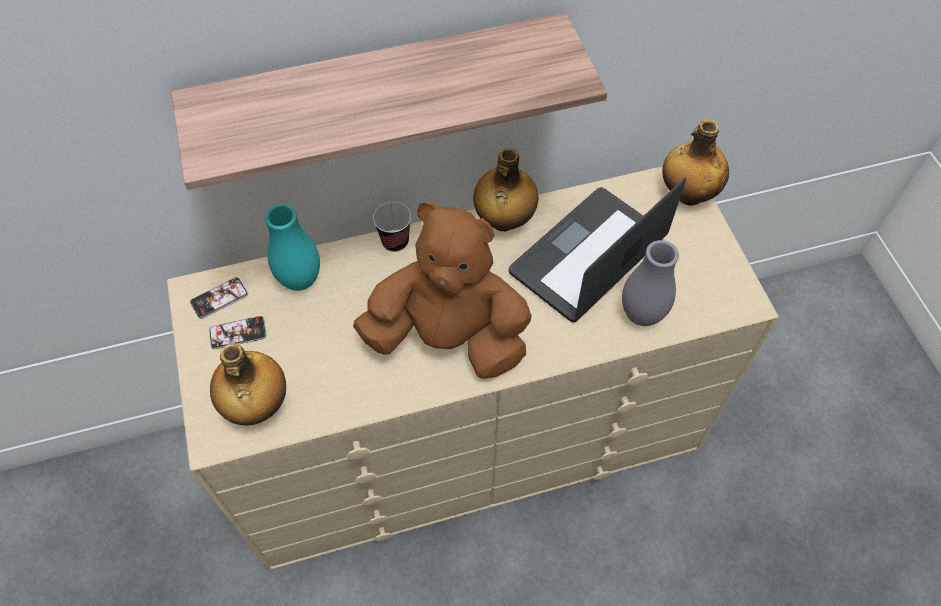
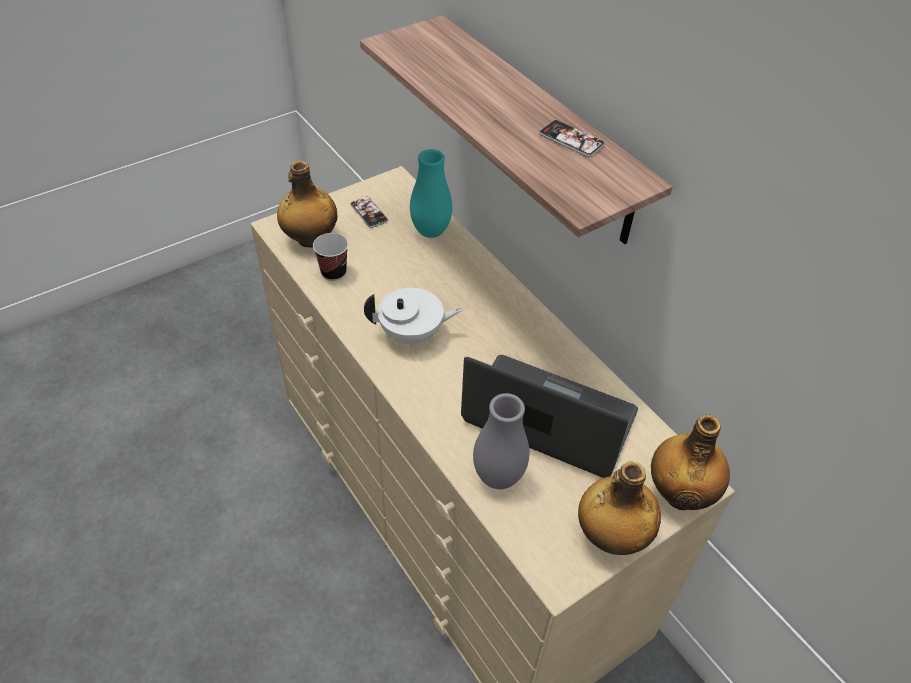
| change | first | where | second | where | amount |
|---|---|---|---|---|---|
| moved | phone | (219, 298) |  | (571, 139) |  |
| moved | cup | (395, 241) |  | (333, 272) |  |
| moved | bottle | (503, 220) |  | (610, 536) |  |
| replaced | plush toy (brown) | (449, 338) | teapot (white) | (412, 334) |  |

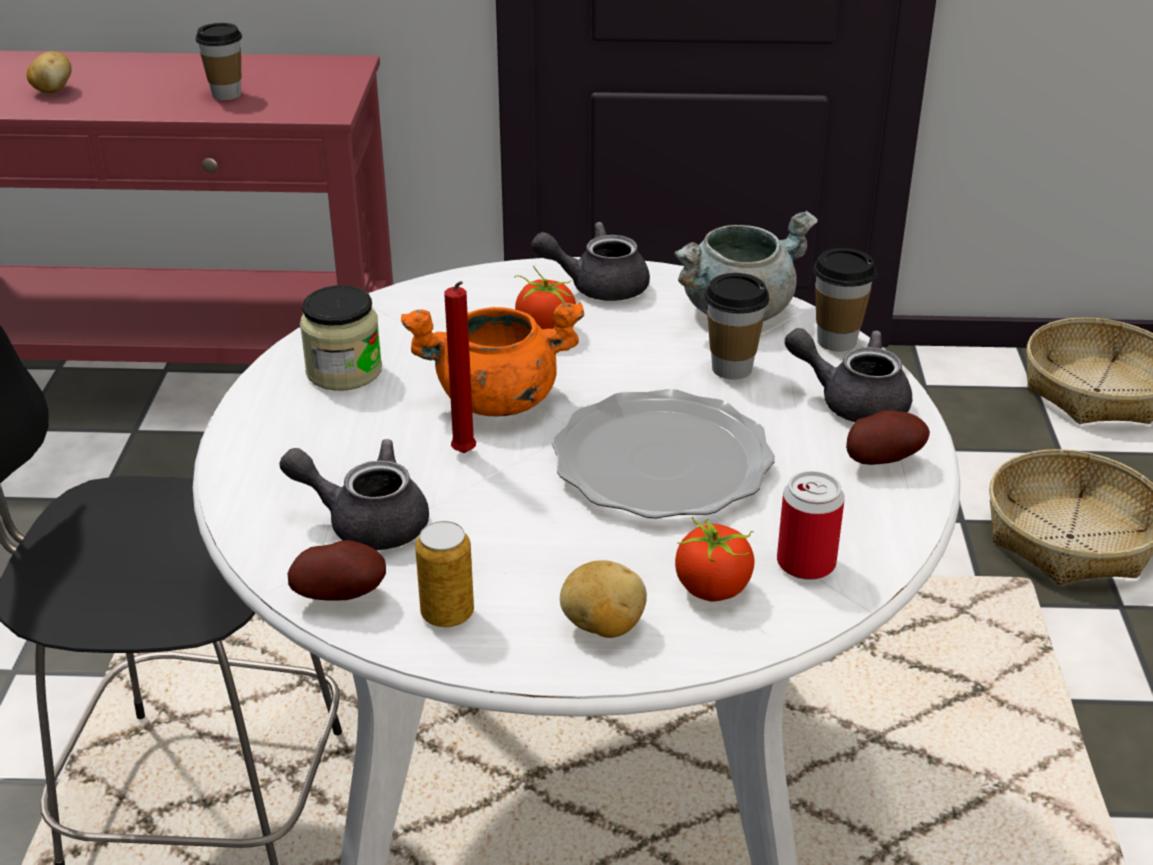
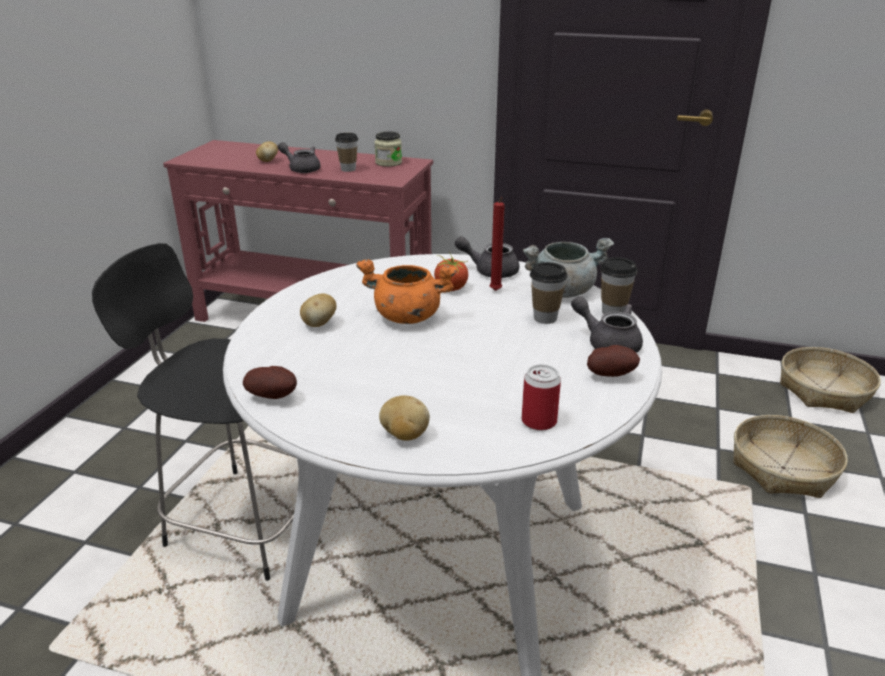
| change | first | where | second | where | amount |
|---|---|---|---|---|---|
| removed | can | (447, 614) |  |  |  |
| removed | plate | (663, 463) |  |  |  |
| removed | tomato | (713, 589) |  |  |  |
| added |  |  | potato | (319, 324) |  |
| moved | teapot (grey) | (366, 521) |  | (301, 169) |  |
| moved | jar | (344, 371) |  | (388, 163) |  |
| moved | candle (red) | (465, 455) |  | (495, 291) |  |

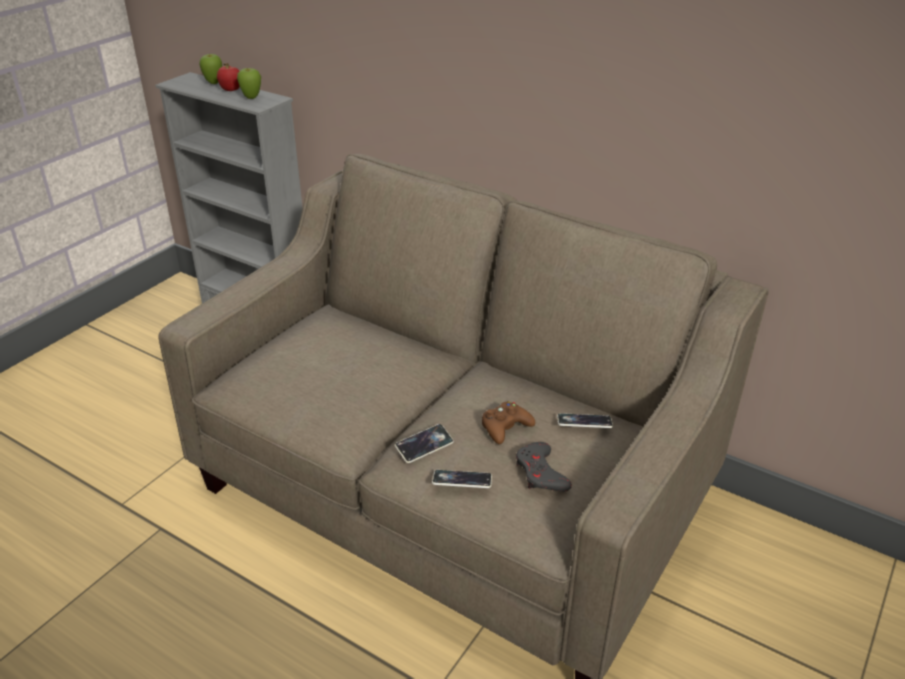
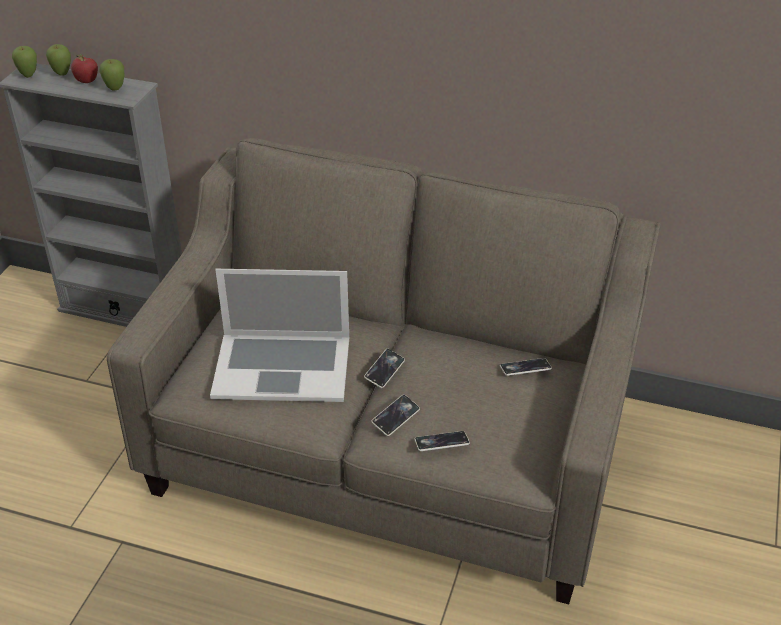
| change | first | where | second | where | amount |
|---|---|---|---|---|---|
| removed | game controller (brown) | (505, 427) |  |  |  |
| removed | game controller (grey) | (541, 473) |  |  |  |
| added |  |  | apple | (29, 75) |  |
| added |  |  | laptop | (282, 366) |  |
| added |  |  | phone | (384, 370) |  |

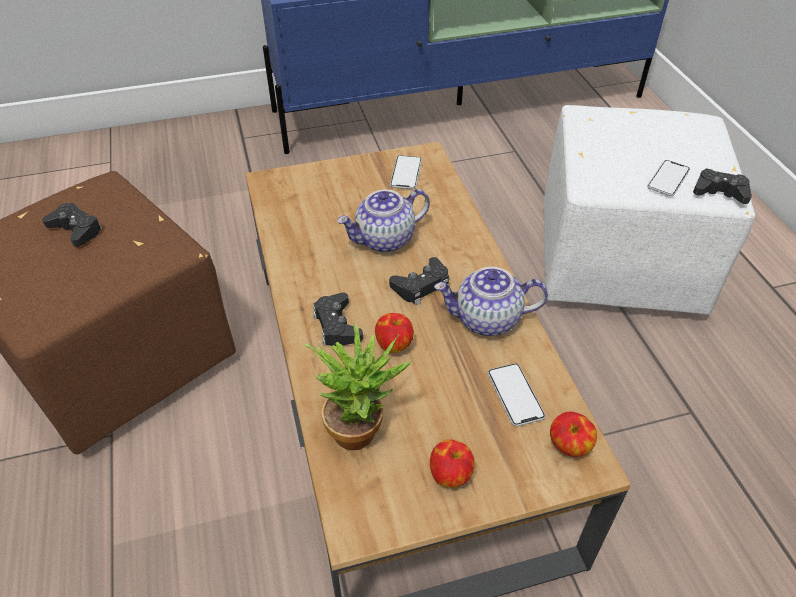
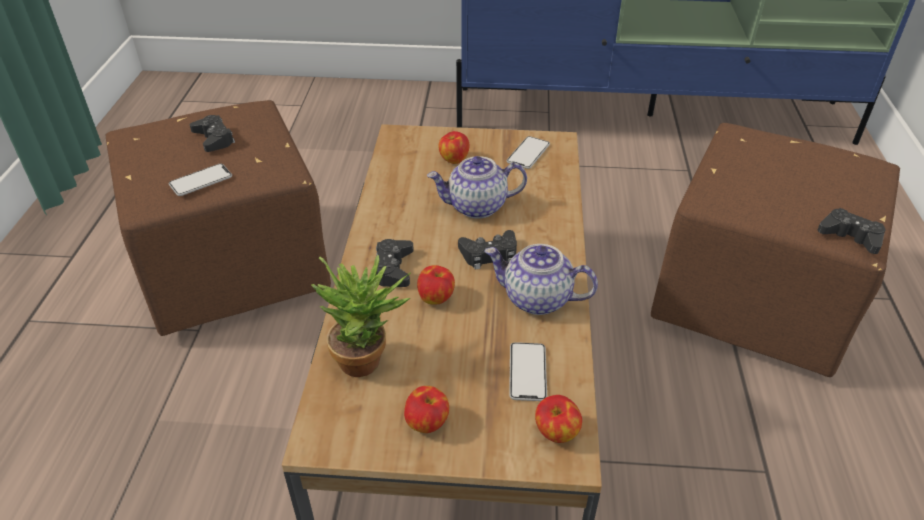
| change | first | where | second | where | amount |
|---|---|---|---|---|---|
| added |  |  | apple | (453, 159) |  |
| moved | phone | (668, 179) |  | (201, 181) |  |
| recoloured | ottoman (white) | (620, 262) | ottoman (brown) | (755, 302) |  |

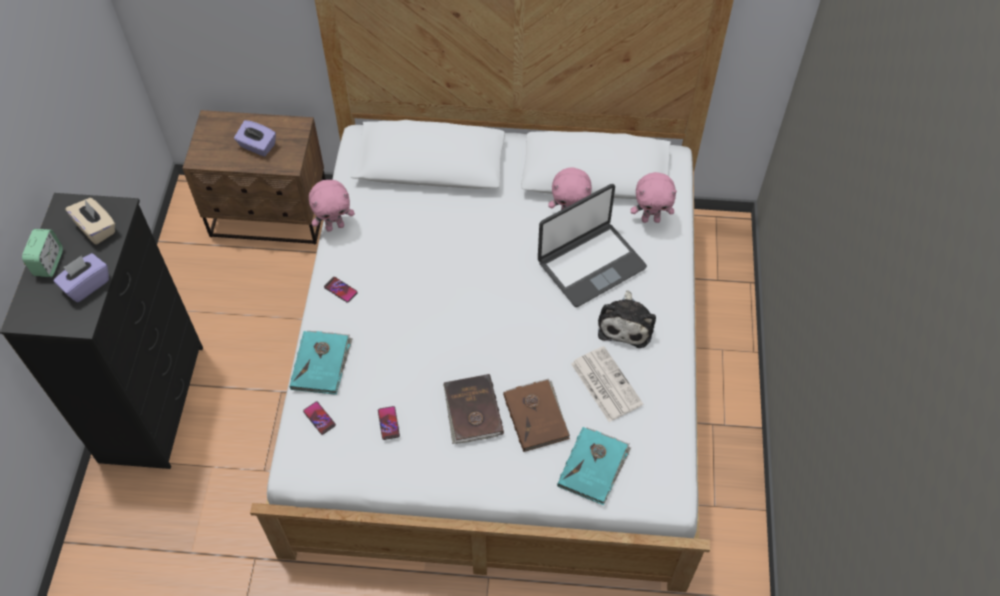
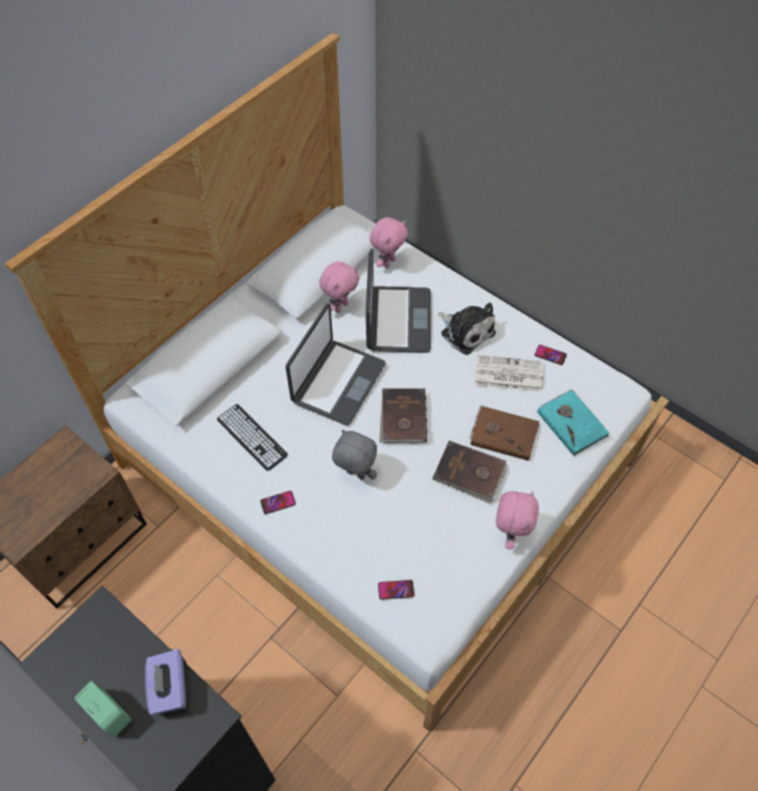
| change | first | where | second | where | amount |
|---|---|---|---|---|---|
| removed | tissue box (beige) | (96, 228) |  |  |  |
| removed | tissue box (purple) | (257, 146) |  |  |  |
| removed | book (turquoise) | (321, 363) |  |  |  |
| added |  |  | keyboard | (252, 437) |  |
| added |  |  | laptop | (337, 382) |  |
| added |  |  | plush toy (grey) | (355, 475) |  |
| added |  |  | book (brown) | (402, 418) |  |
| moved | plush toy (pink) | (335, 226) |  | (510, 533) |  |
| moved | phone | (388, 423) |  | (550, 355) |  |

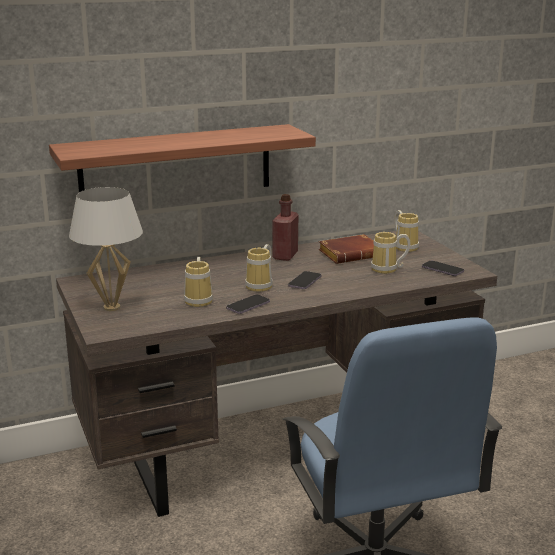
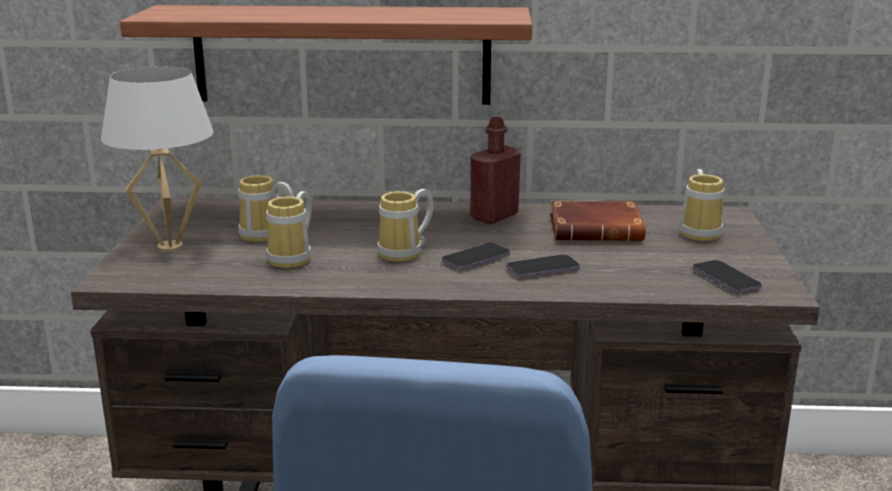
| change | first | where | second | where | amount |
|---|---|---|---|---|---|
| moved | phone | (248, 306) |  | (543, 269) |  |
| moved | mug | (388, 270) |  | (264, 237) |  |

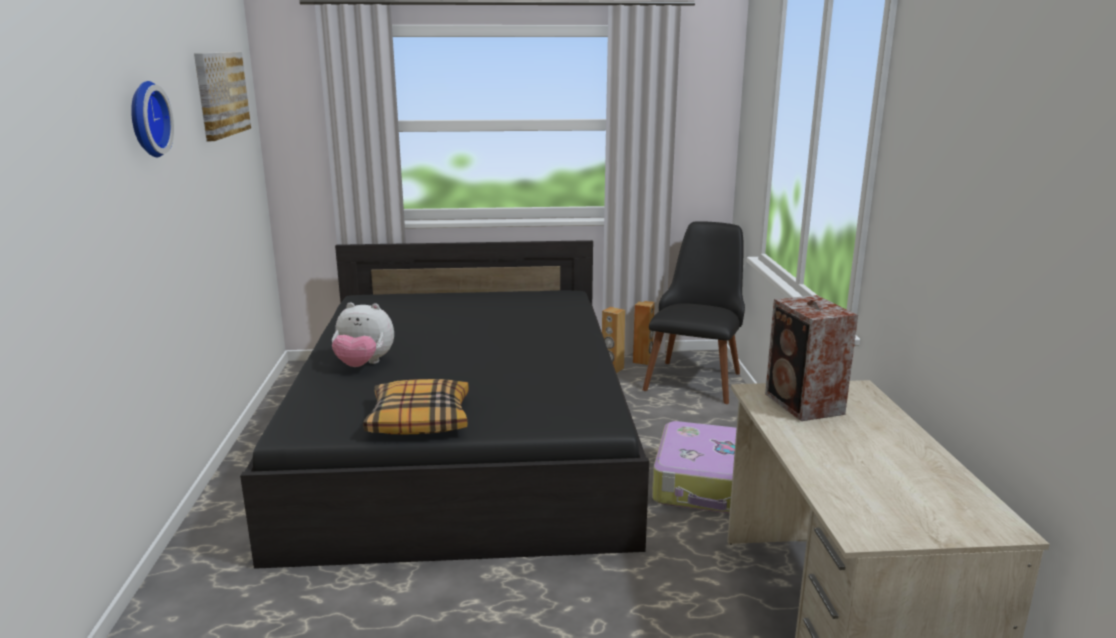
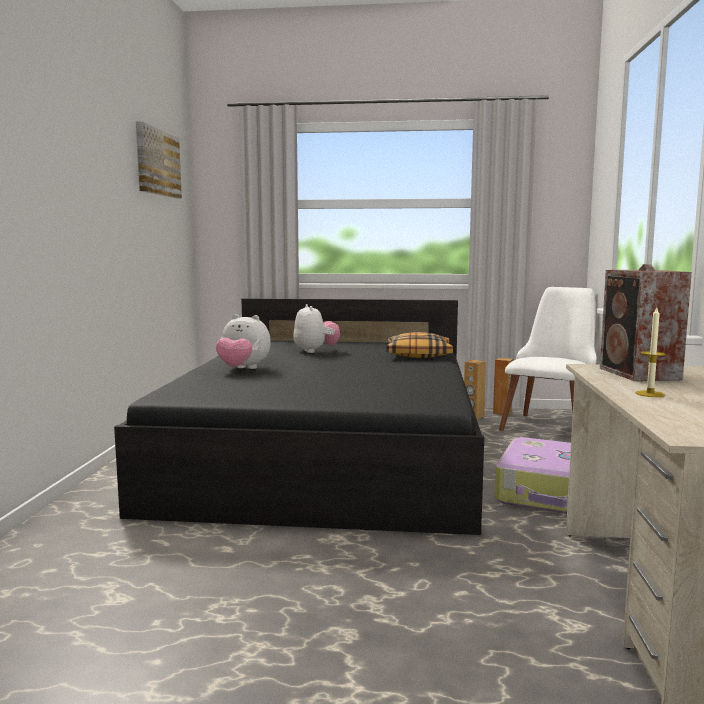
| change | first | where | second | where | amount |
|---|---|---|---|---|---|
| removed | wall clock | (145, 119) |  |  |  |
| added |  |  | plush toy | (315, 351) |  |
| added |  |  | candle | (650, 394) |  |
| moved | pillow | (420, 419) |  | (418, 355) |  |
| recoloured | chair (black) | (696, 376) | chair (white) | (551, 424) |  |

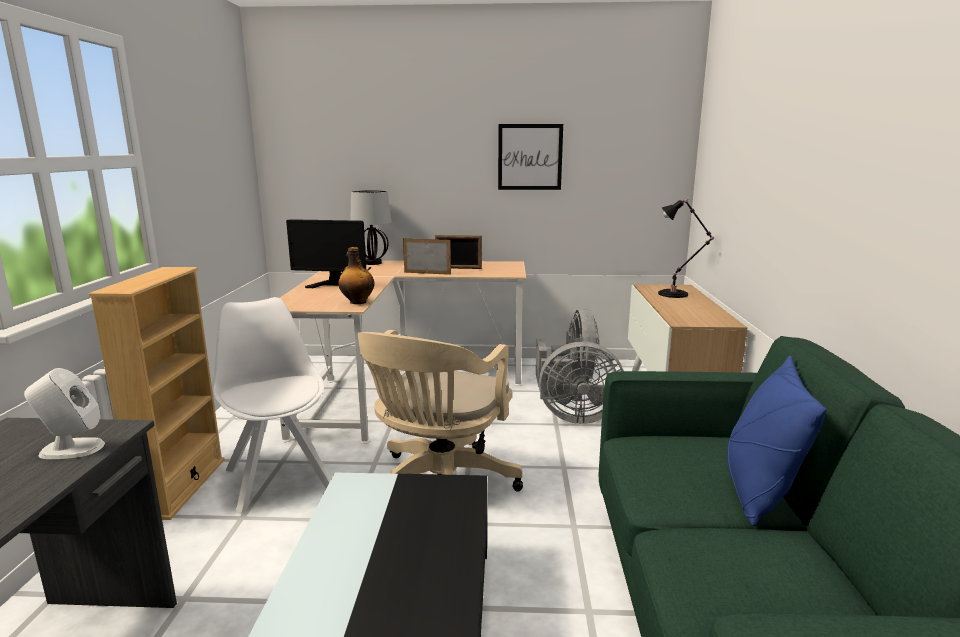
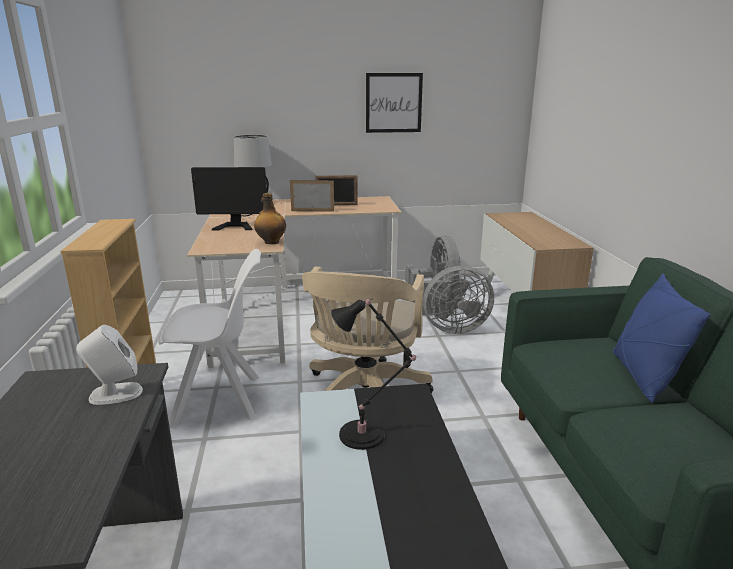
| change | first | where | second | where | amount |
|---|---|---|---|---|---|
| moved | table lamp (black) | (675, 294) |  | (366, 435) |  |
| turned | chair (white) | (279, 476) |  | (220, 400) | 120 degrees clockwise |

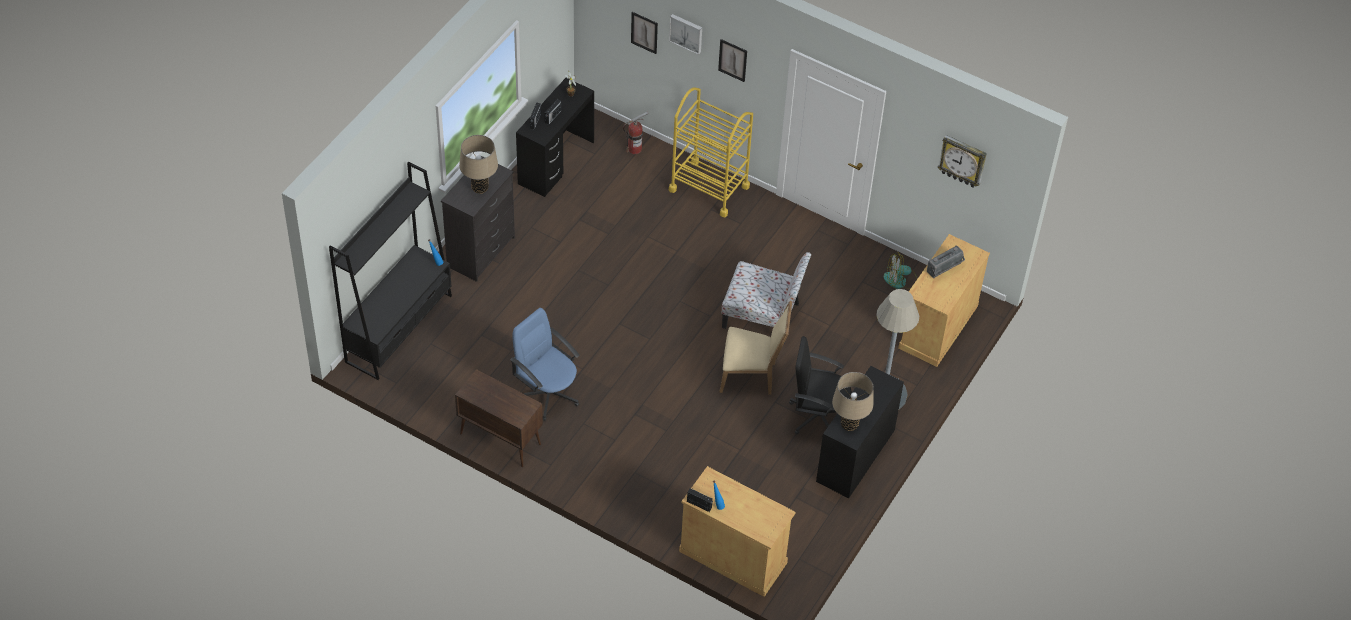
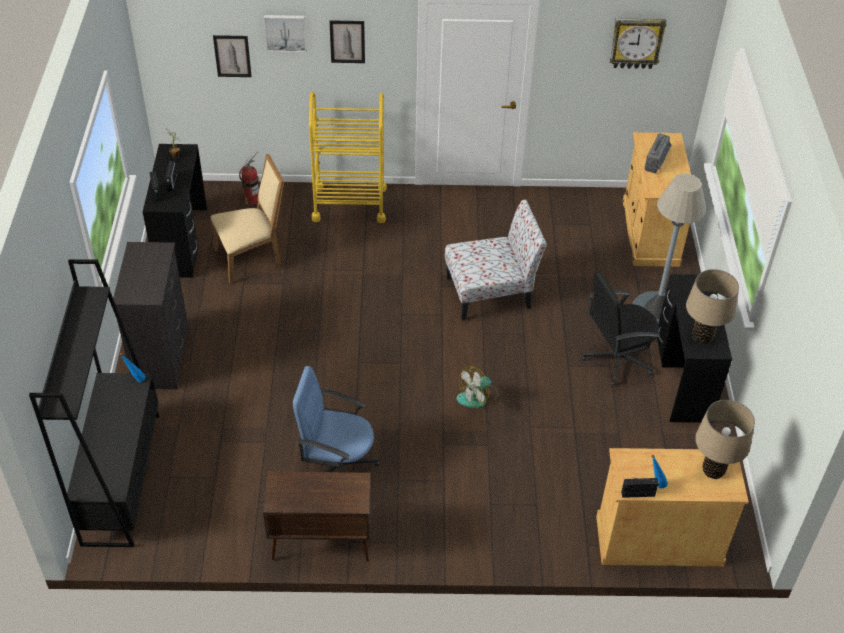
| change | first | where | second | where | amount |
|---|---|---|---|---|---|
| moved | table lamp (beige) | (480, 188) |  | (713, 470) |  |
| moved | chair (beige) | (751, 375) |  | (251, 258) |  |
| moved | fan | (900, 280) |  | (477, 397) |  |

